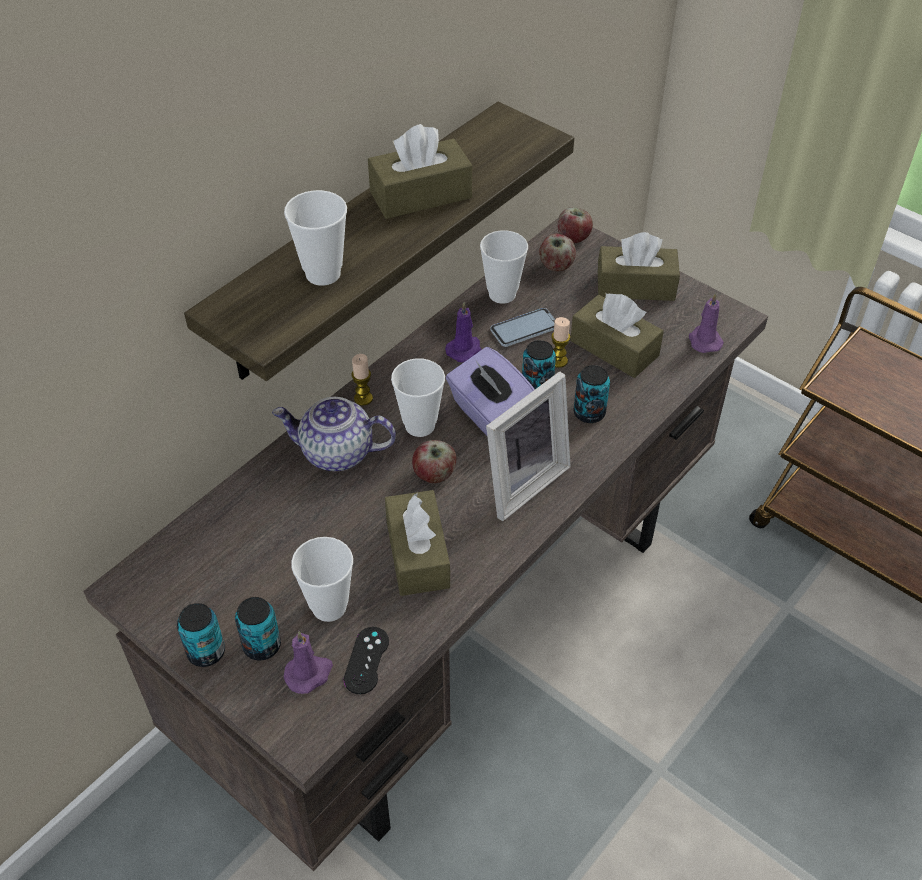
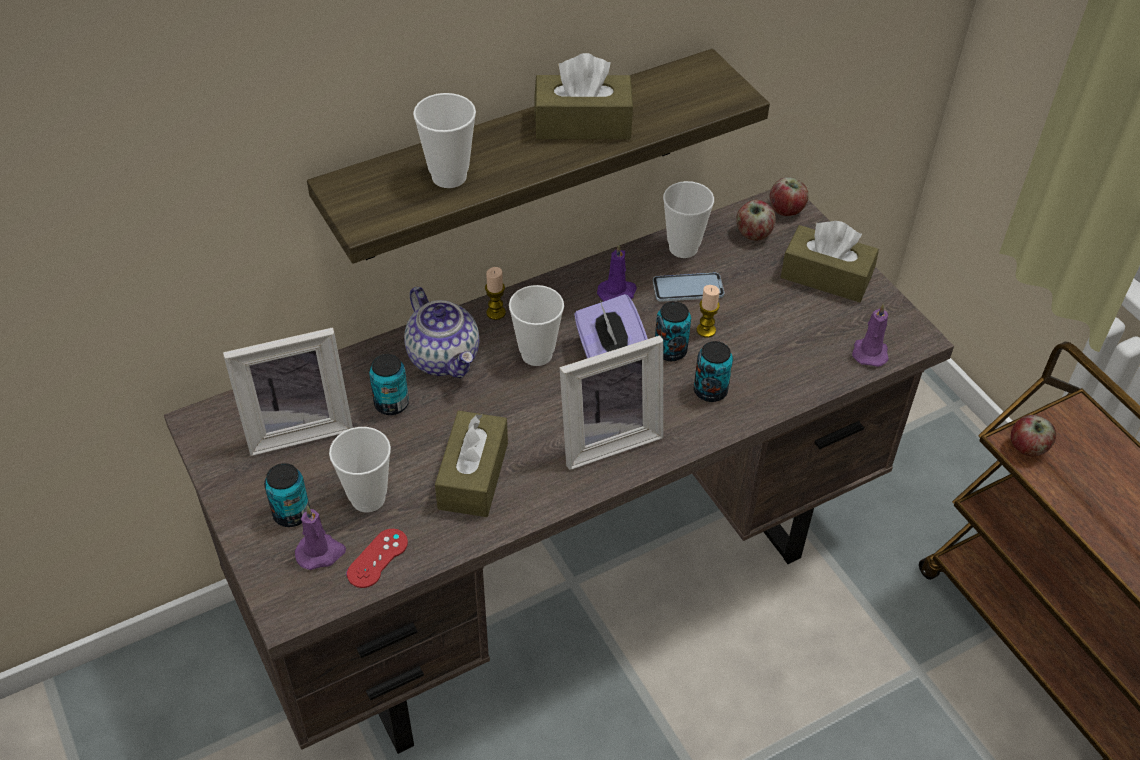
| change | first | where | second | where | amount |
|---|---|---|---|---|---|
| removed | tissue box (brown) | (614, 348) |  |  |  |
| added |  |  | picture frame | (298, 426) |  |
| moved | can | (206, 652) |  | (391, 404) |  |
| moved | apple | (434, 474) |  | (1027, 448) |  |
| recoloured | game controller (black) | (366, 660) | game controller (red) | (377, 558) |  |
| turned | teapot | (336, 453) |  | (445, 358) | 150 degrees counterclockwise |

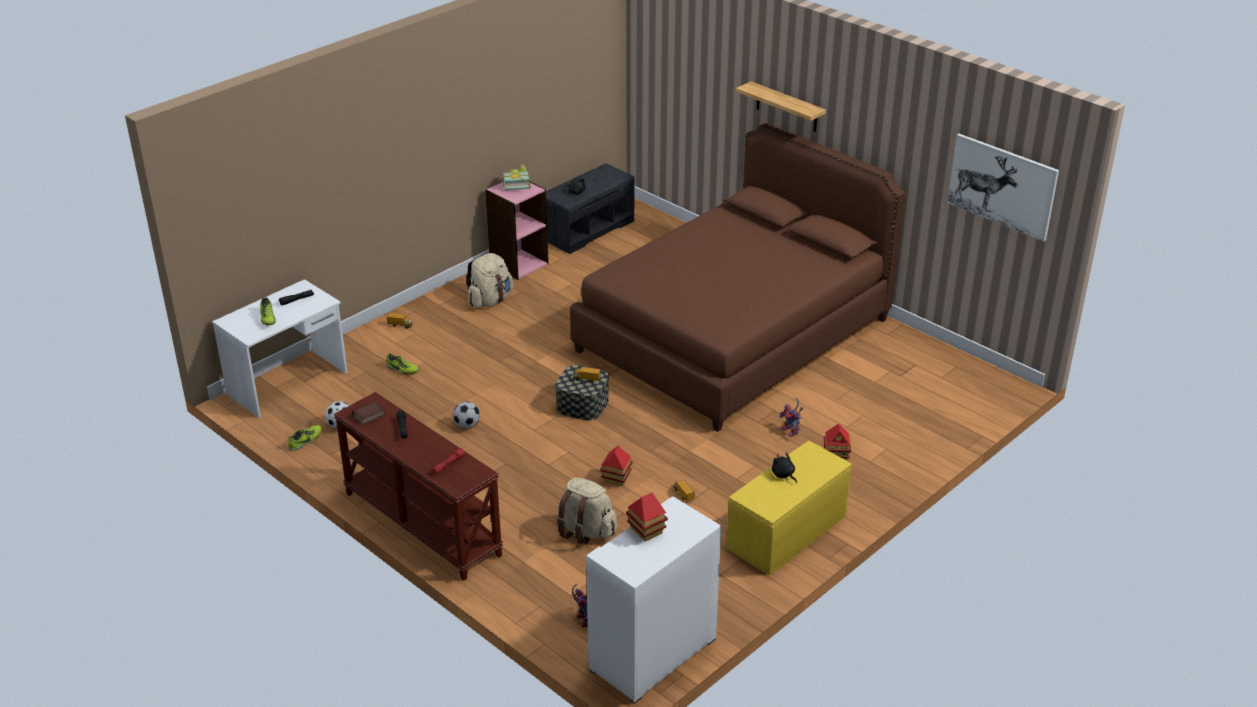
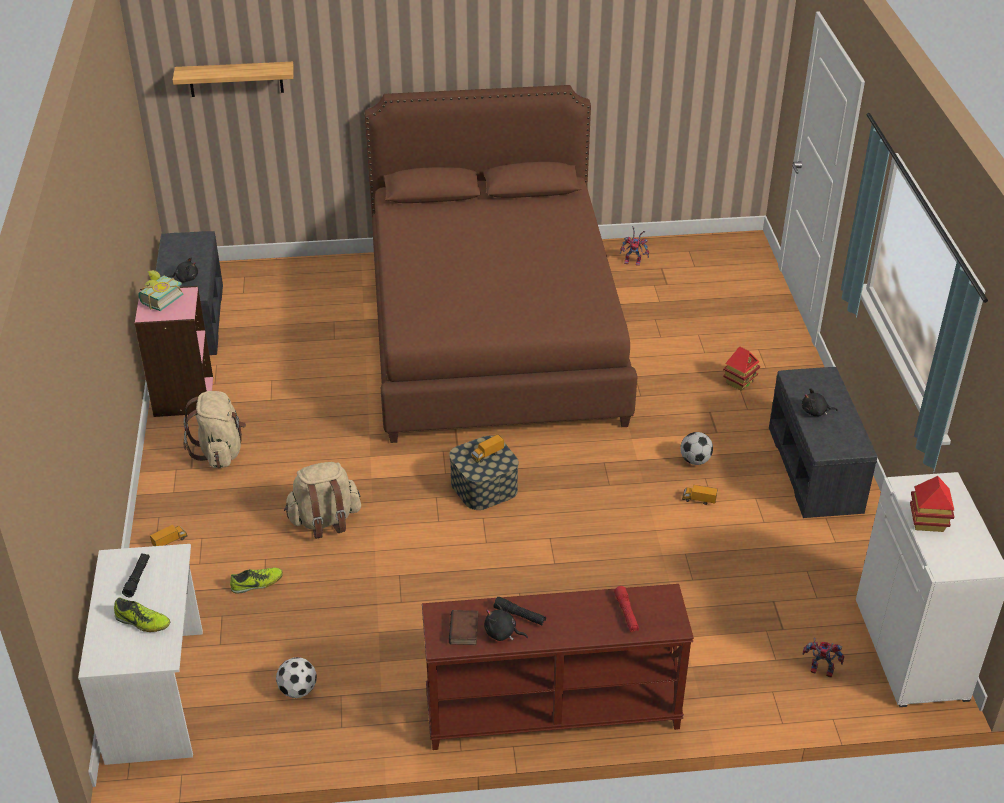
| change | first | where | second | where | amount |
|---|---|---|---|---|---|
| removed | shoe | (306, 441) |  |  |  |
| removed | toy house | (616, 479) |  |  |  |
| removed | picture | (1002, 186) |  |  |  |
| added |  |  | plush toy (black) | (502, 633) |  |
| moved | football | (467, 425) |  | (695, 460) |  |
| moved | backpack (beige) | (585, 531) |  | (325, 520) |  |
| moved | shelf | (786, 107) |  | (236, 79) |  |
| moved | toy robot | (791, 432) |  | (634, 261) |  |
| recoloured | bench (yellow) | (787, 533) | bench (grey) | (816, 470) |  |

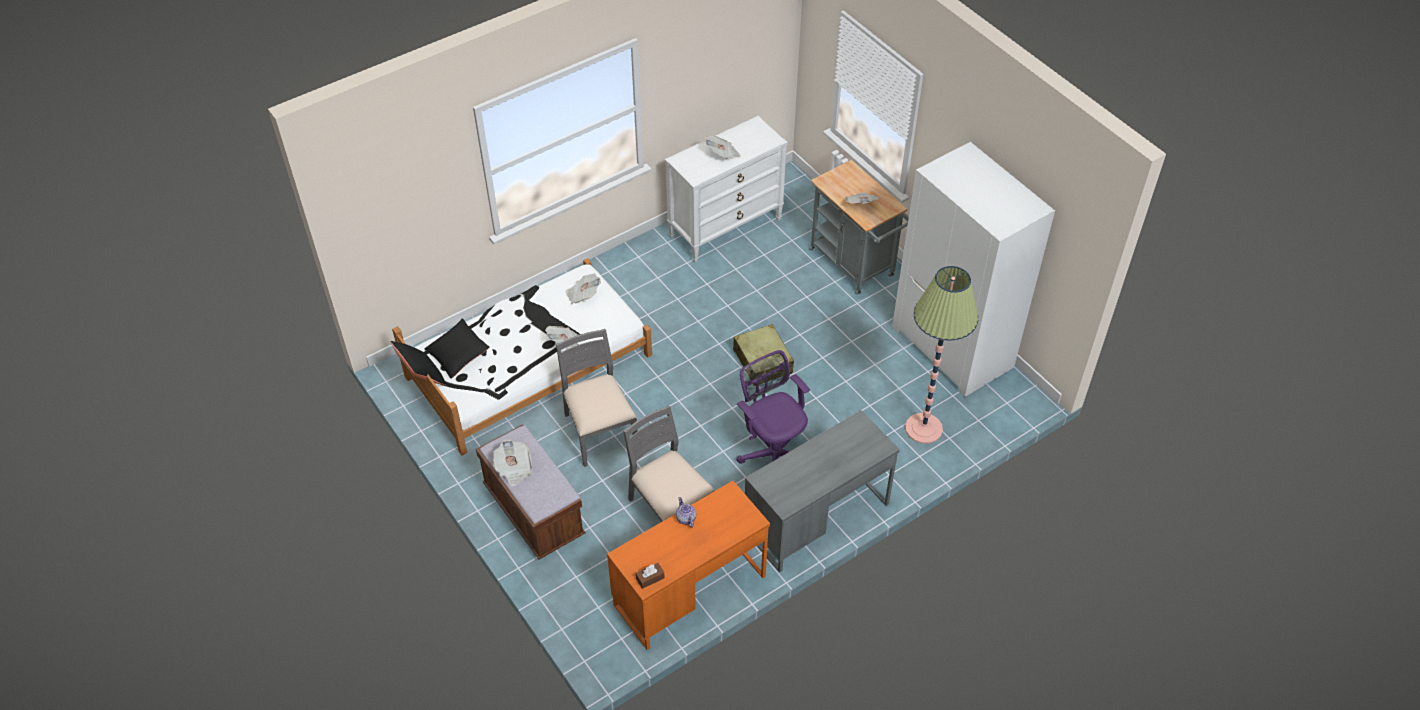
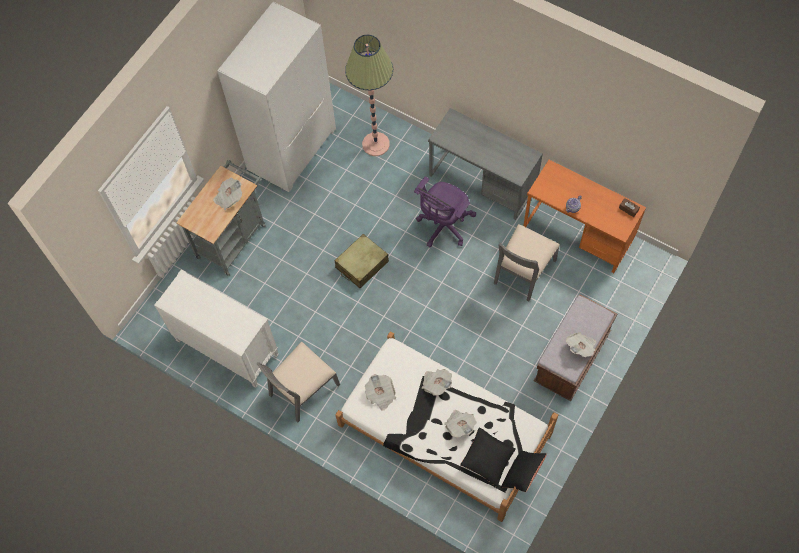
| change | first | where | second | where | amount |
|---|---|---|---|---|---|
| moved | chair (grey) | (599, 431) |  | (303, 389) |  |
| moved | newspaper | (722, 154) |  | (460, 425) |  |

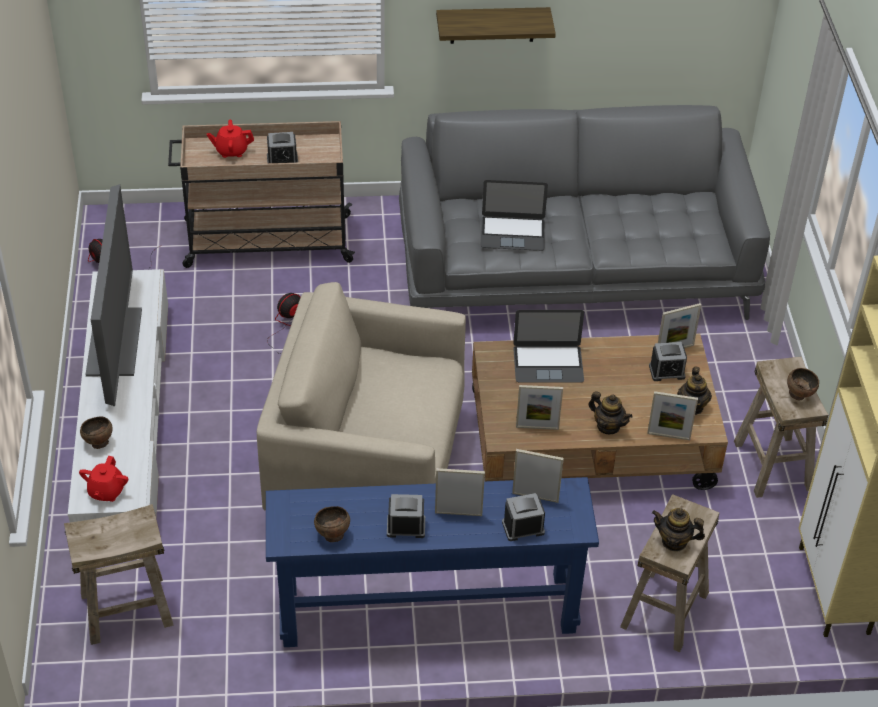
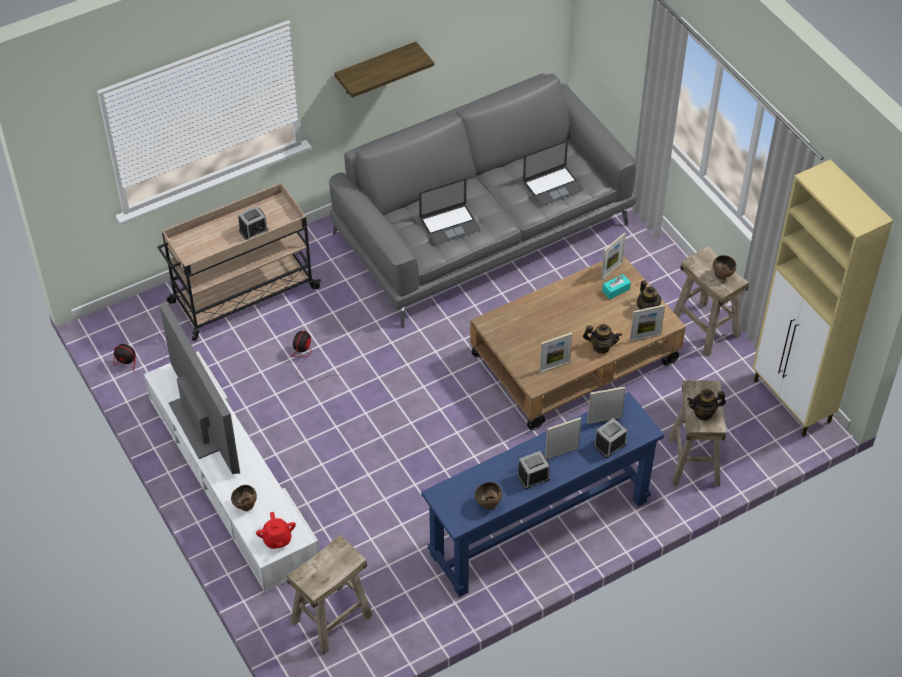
| change | first | where | second | where | amount |
|---|---|---|---|---|---|
| removed | teapot (red) | (231, 151) |  |  |  |
| removed | armchair (beige) | (367, 464) |  |  |  |
| moved | laptop | (548, 364) |  | (553, 186) |  |
| replaced | alarm clock | (666, 371) | tissue box (turquoise) | (616, 290) |  |

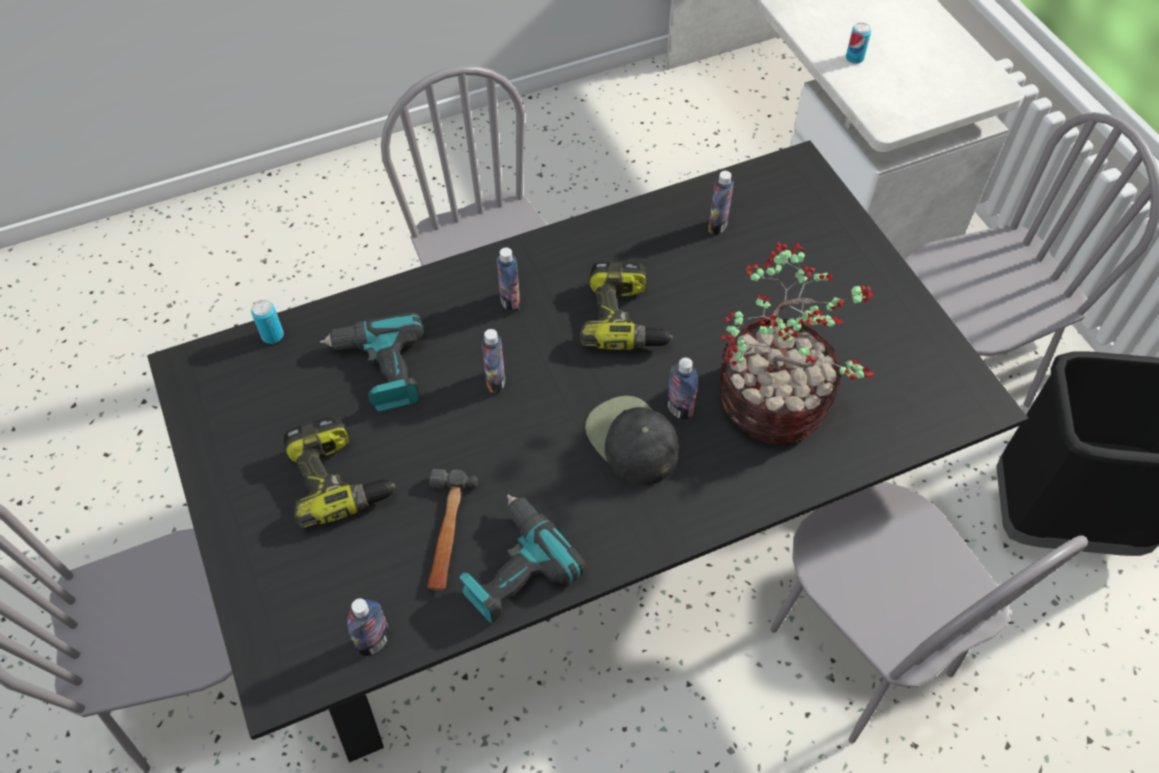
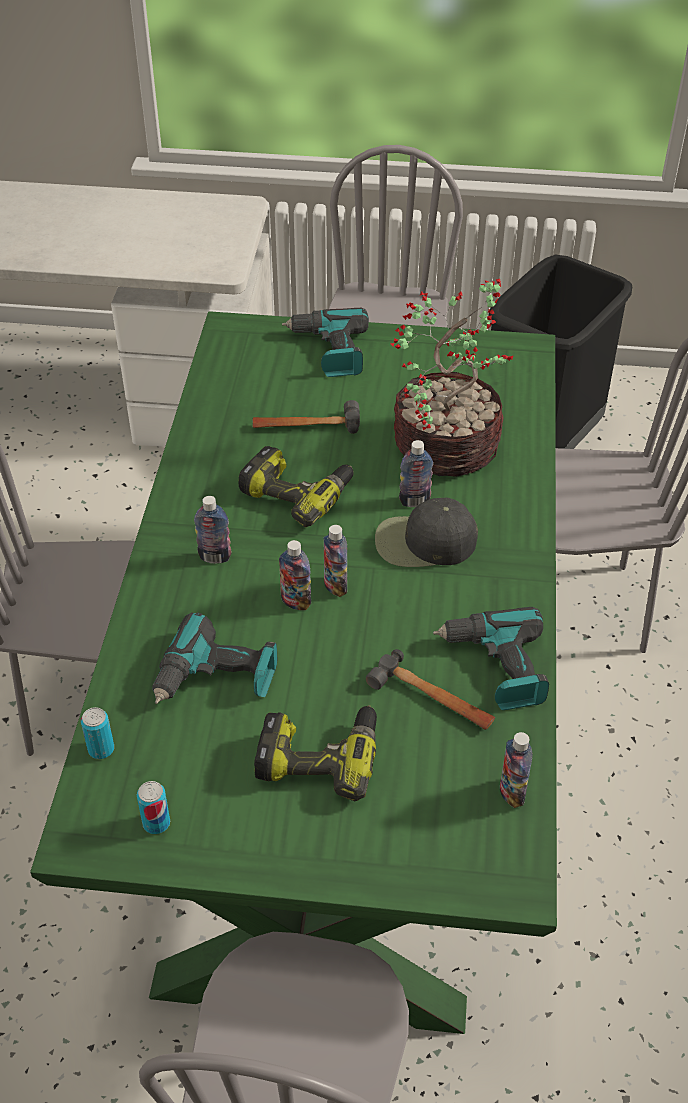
| change | first | where | second | where | amount |
|---|---|---|---|---|---|
| added |  |  | hammer | (306, 425) |  |
| added |  |  | power drill | (330, 351) |  |
| moved | bottle | (717, 226) |  | (335, 586) |  |
| moved | can | (854, 58) |  | (156, 823) |  |
| recoloured | dining table (black) | (578, 530) | dining table (green) | (345, 737) |  |

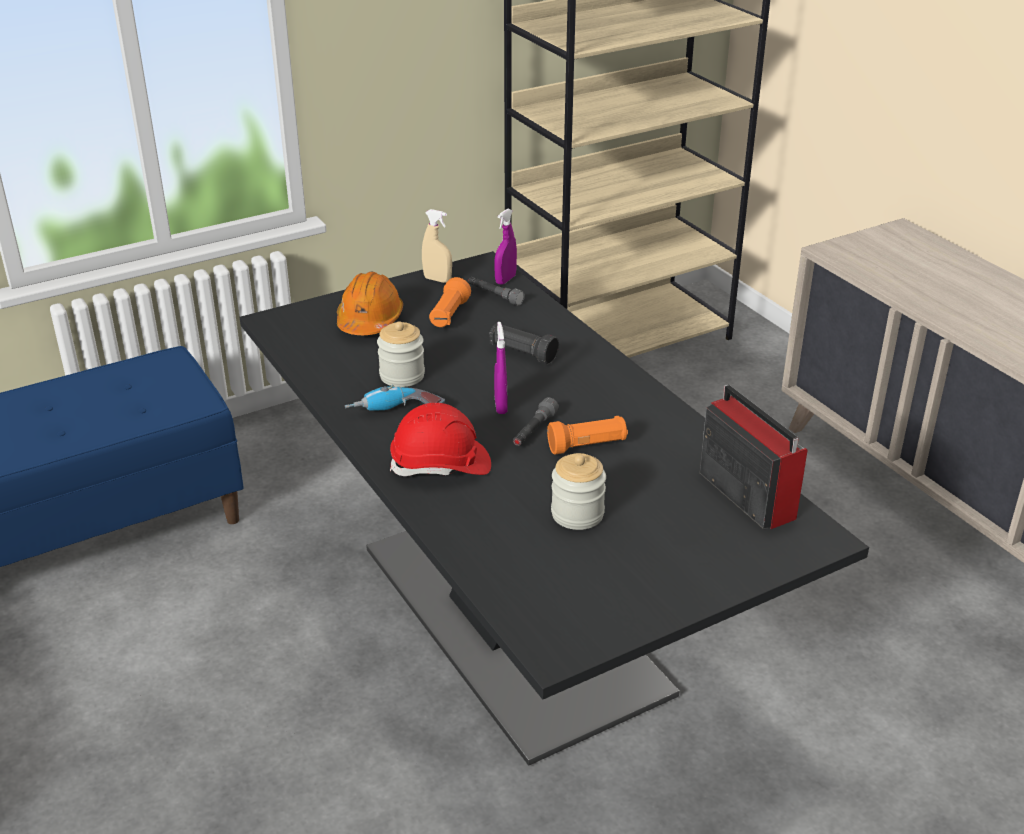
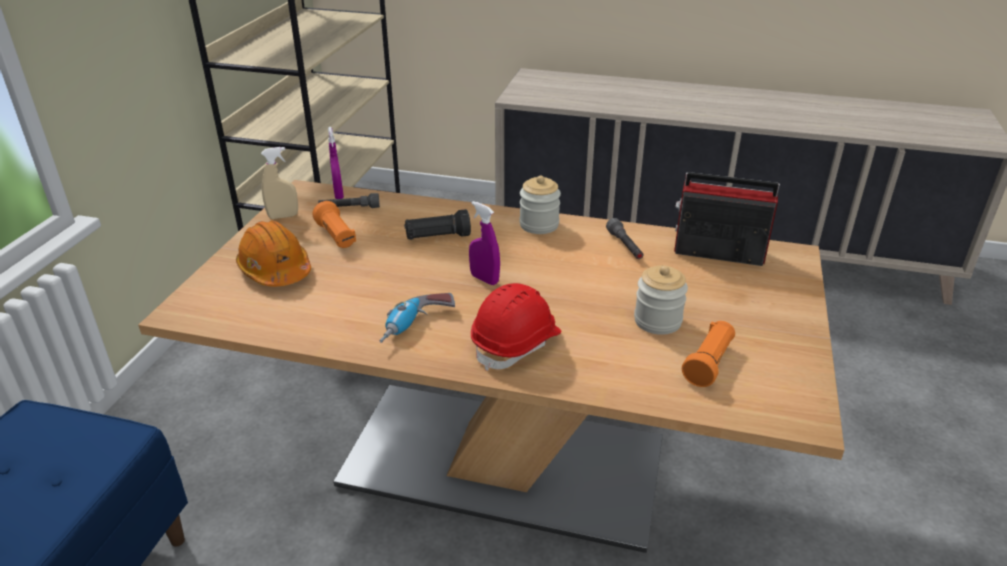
| change | first | where | second | where | amount |
|---|---|---|---|---|---|
| moved | jar | (402, 376) |  | (539, 225) |  |
| moved | flashlight (grey) | (534, 430) |  | (625, 246) |  |
| moved | flashlight (orange) | (587, 446) |  | (709, 363) |  |
| recoloured | dining table (black) | (511, 620) | dining table (beige) | (503, 463) |  |

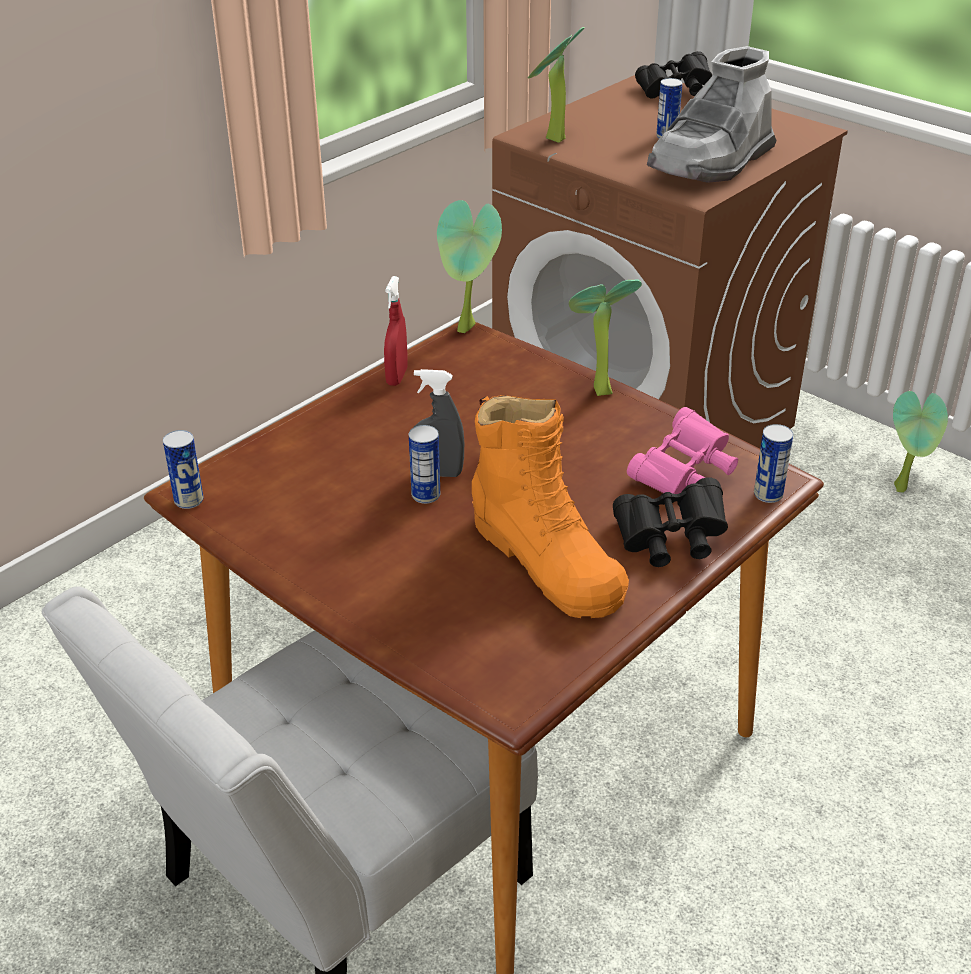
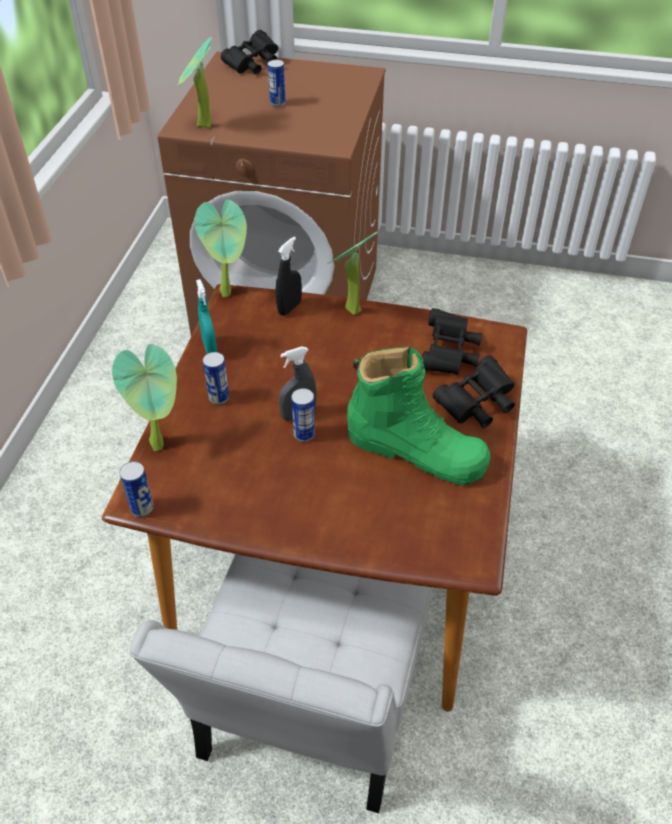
| change | first | where | second | where | amount |
|---|---|---|---|---|---|
| removed | boot (grey) | (712, 163) |  |  |  |
| added |  |  | spray bottle (black) | (289, 308) |  |
| moved | can | (768, 495) |  | (219, 398) |  |
| moved | potted plant | (904, 489) |  | (161, 444) |  |
| recoloured | spray bottle (red) | (397, 377) | spray bottle (turquoise) | (210, 348) |  |
| recoloured | boot (orange) | (546, 560) | boot (green) | (416, 450) |  |
| recoloured | binoculars (pink) | (684, 475) | binoculars (black) | (449, 354) |  |

